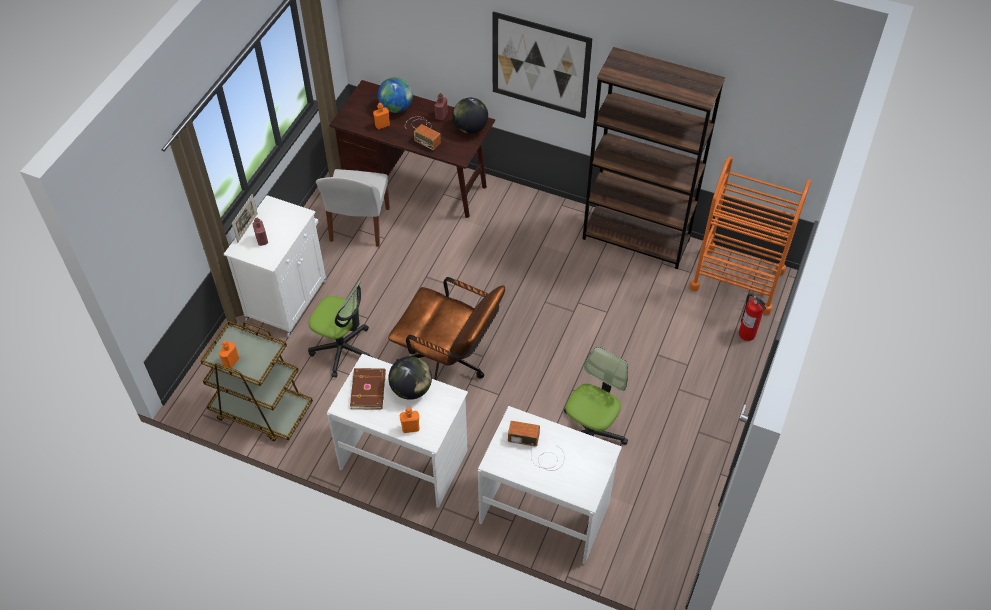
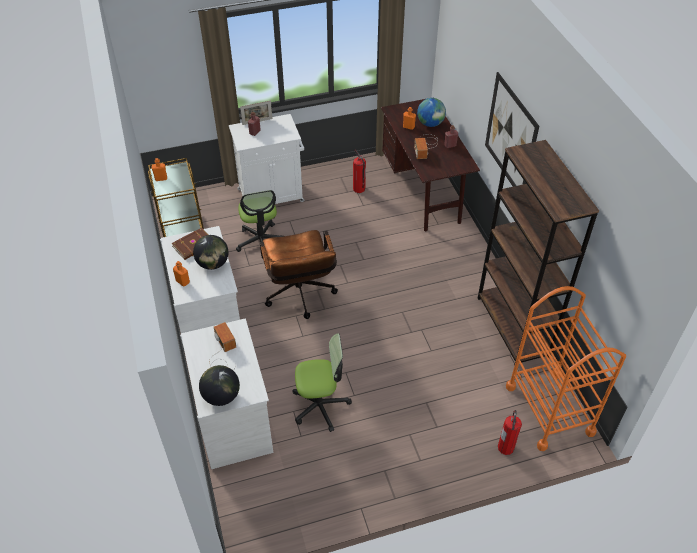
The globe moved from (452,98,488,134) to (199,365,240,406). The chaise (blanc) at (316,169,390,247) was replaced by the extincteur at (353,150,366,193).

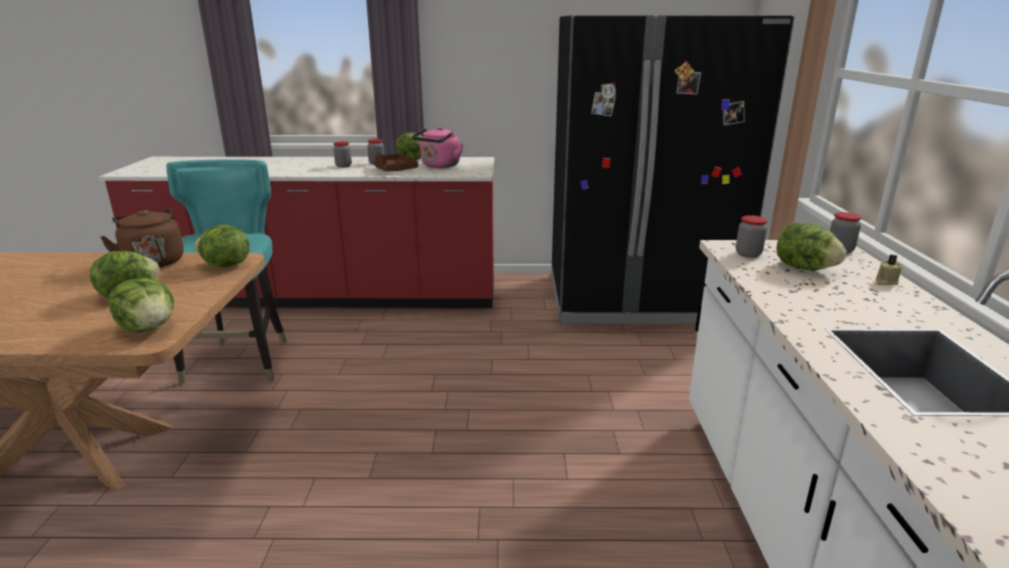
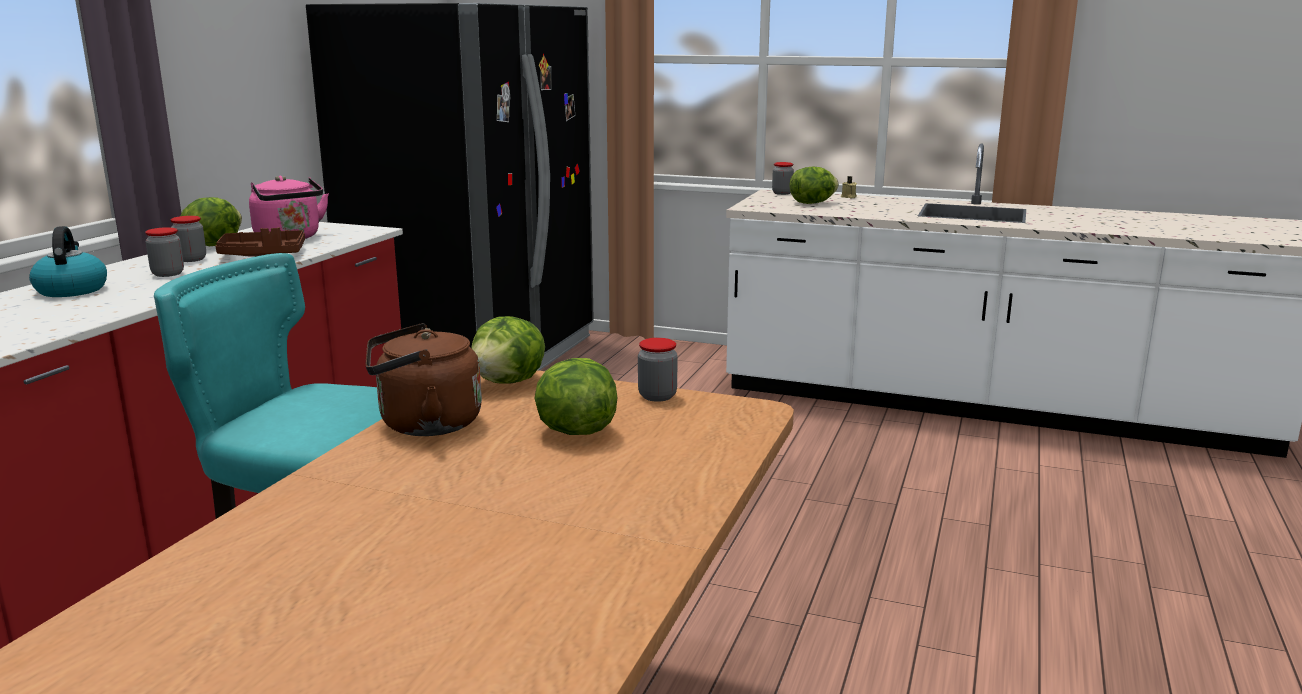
The laitue at (108,278,174,333) disappeared. The bouilloire at (29,226,107,297) appeared. The bocal moved from (736,215,767,258) to (638,338,678,402).

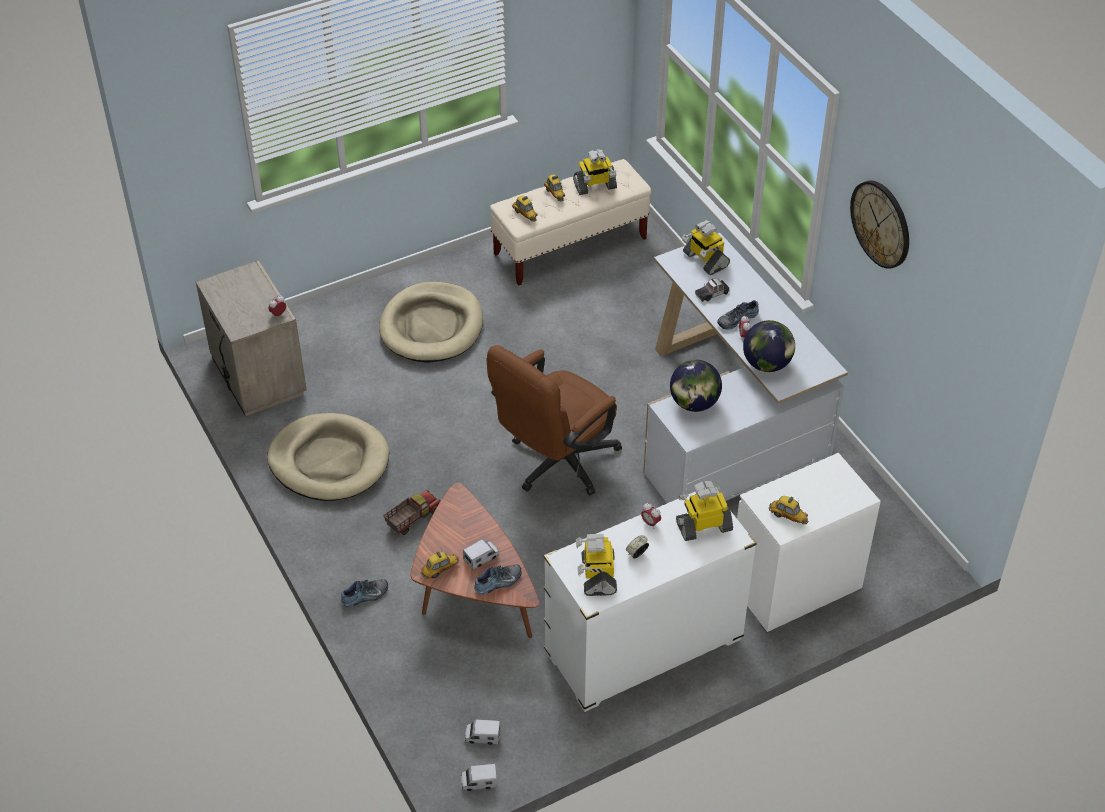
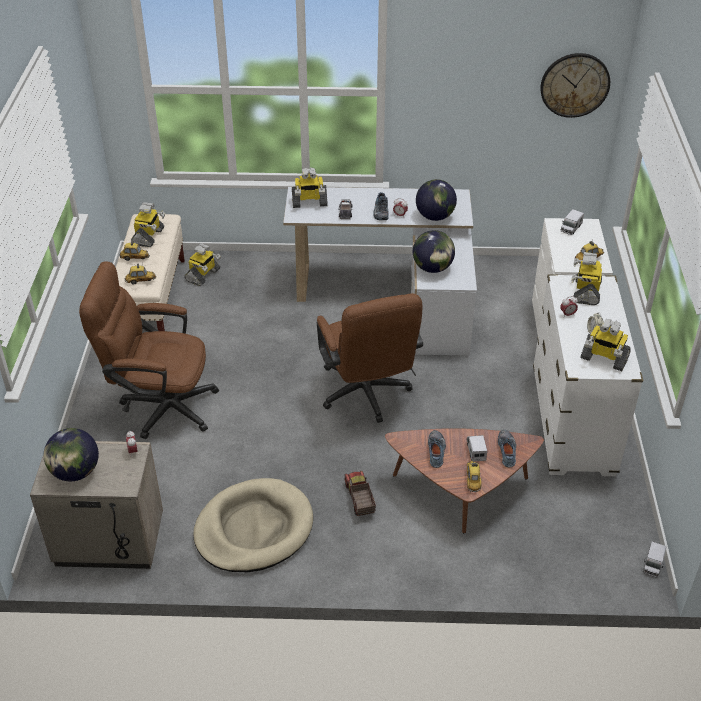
The globe at (44,428,99,481) appeared. The robot jouet at (185,243,221,286) appeared. The chaussure moved from (341,579,388,607) to (428,430,446,468). The camion jouet moved from (465,719,500,745) to (560,209,584,235). The horloge murale moved from (850,180,909,269) to (540,53,610,118). The panier pour chien (beige) at (379,282,483,363) was replaced by the chaise de bureau (marron) at (79,261,219,439).

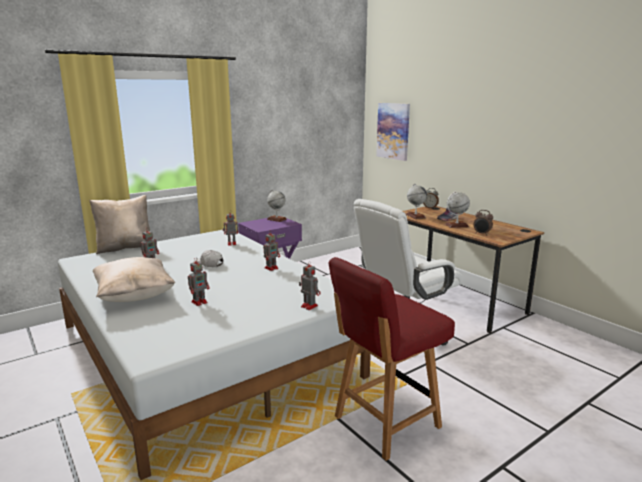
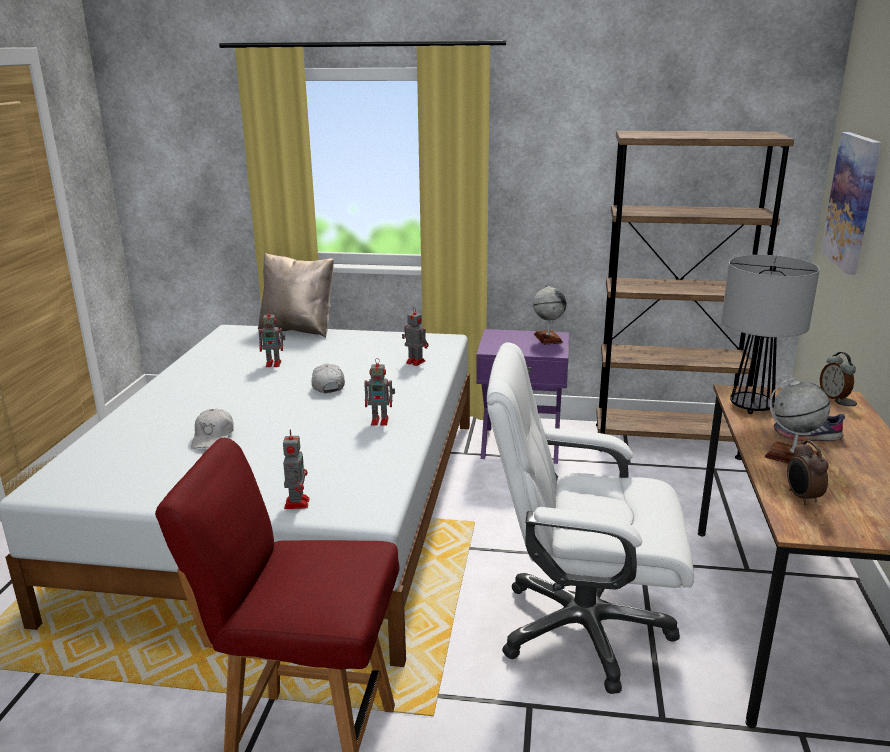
The coussin (beige) at (93,257,176,302) disappeared. The bibliothèque (marron) at (596,131,794,460) appeared. The robot jouet at (188,257,210,306) was replaced by the casquette (blanc) at (191,409,234,449). The globe at (406,184,427,219) was replaced by the lampe de table at (721,255,820,414).

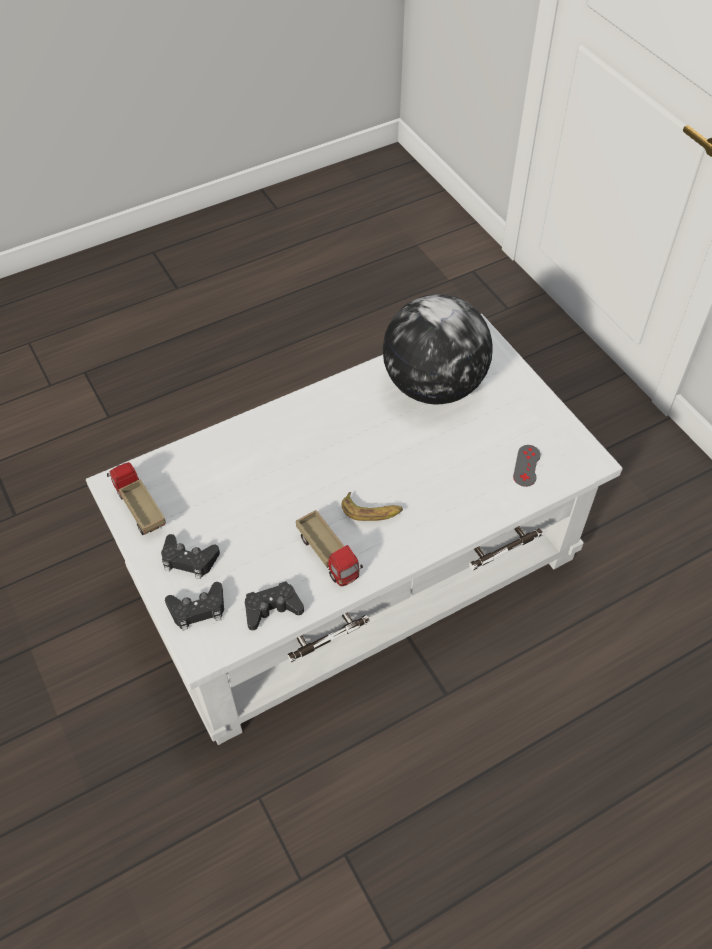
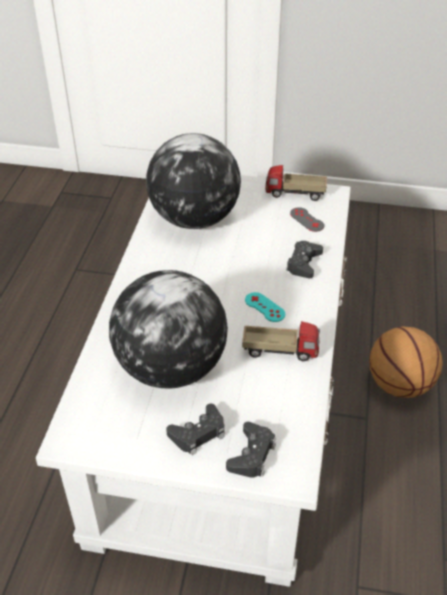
The globe at (109,270,228,389) appeared. The ballon de basket at (369,326,443,398) appeared. The camion jouet moved from (107,462,166,535) to (265,165,327,201). The manette (noir) moved from (245,581,304,630) to (286,241,323,278). The banane at (341,492,403,521) was replaced by the manette (turquoise) at (245,292,285,322).

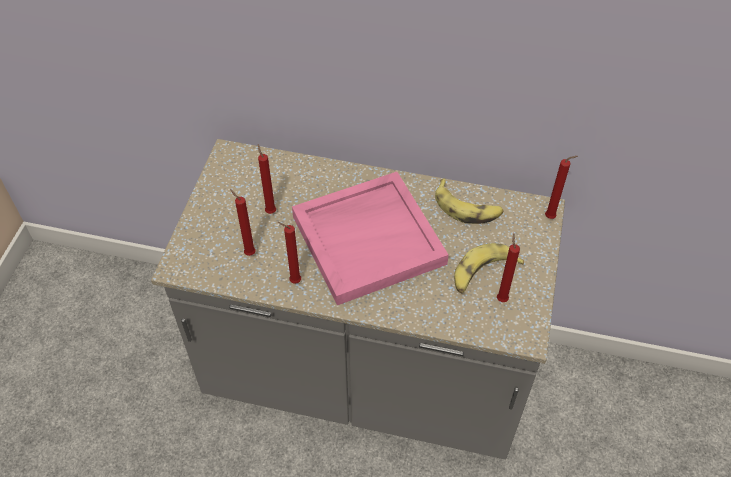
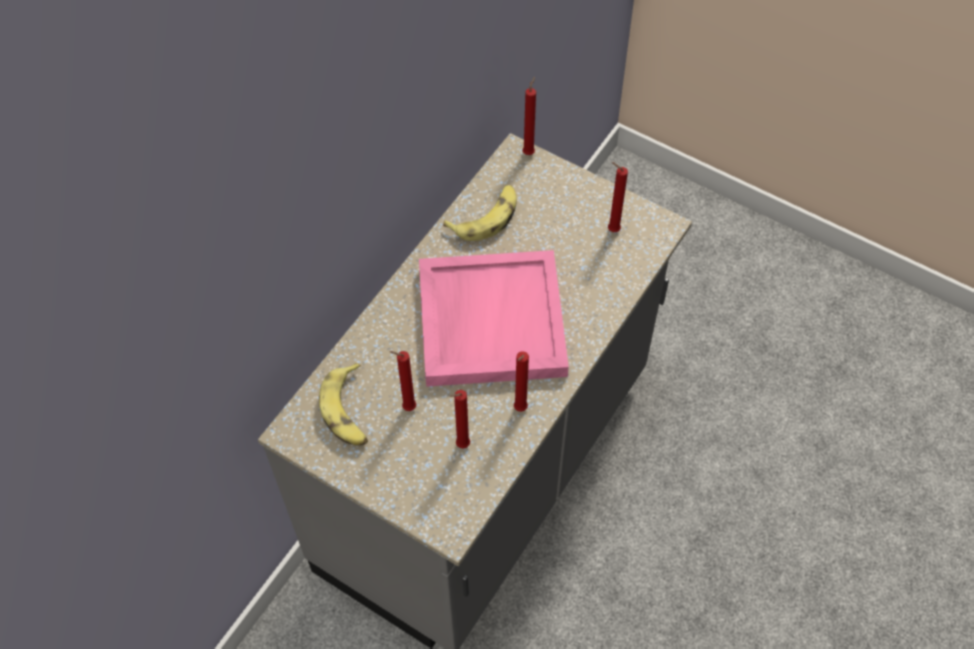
The banane moved from (454,243,524,293) to (319,363,368,445).

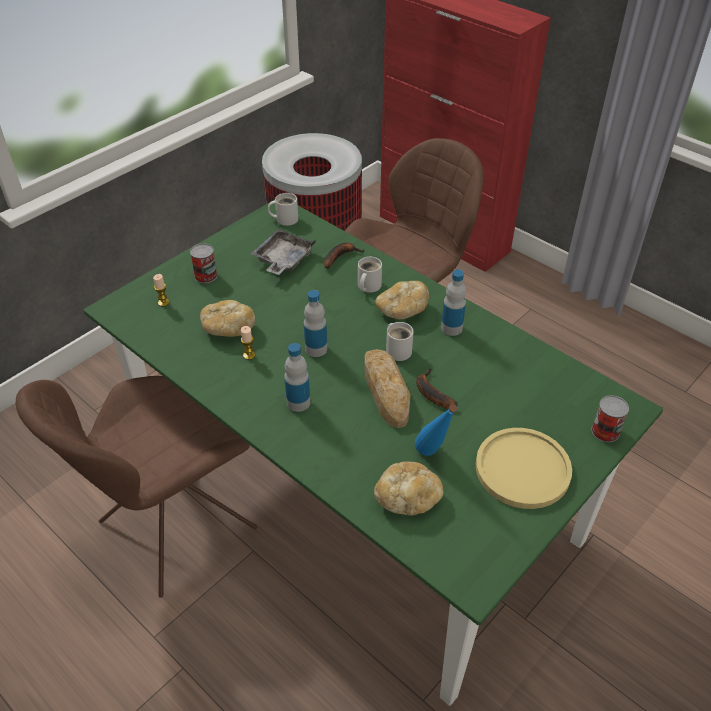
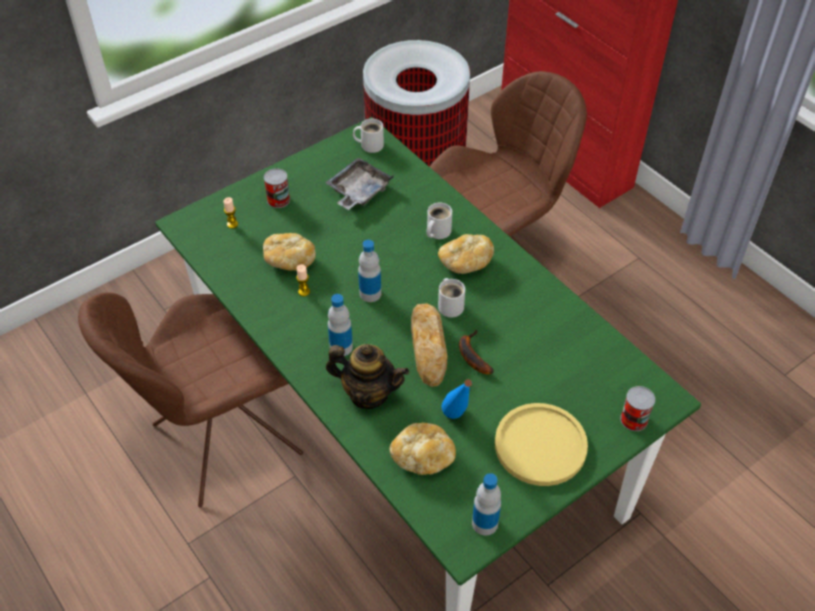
The banane at (324,243,364,269) disappeared. The théière at (326,344,409,409) appeared. The bouteille moved from (441,269,466,336) to (472,473,501,535).

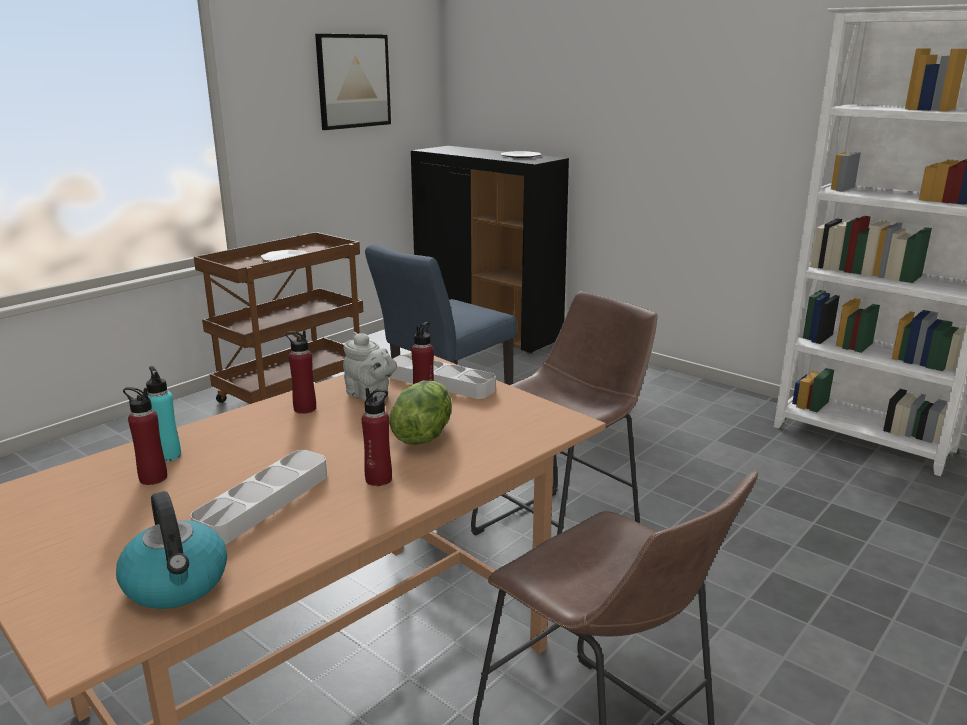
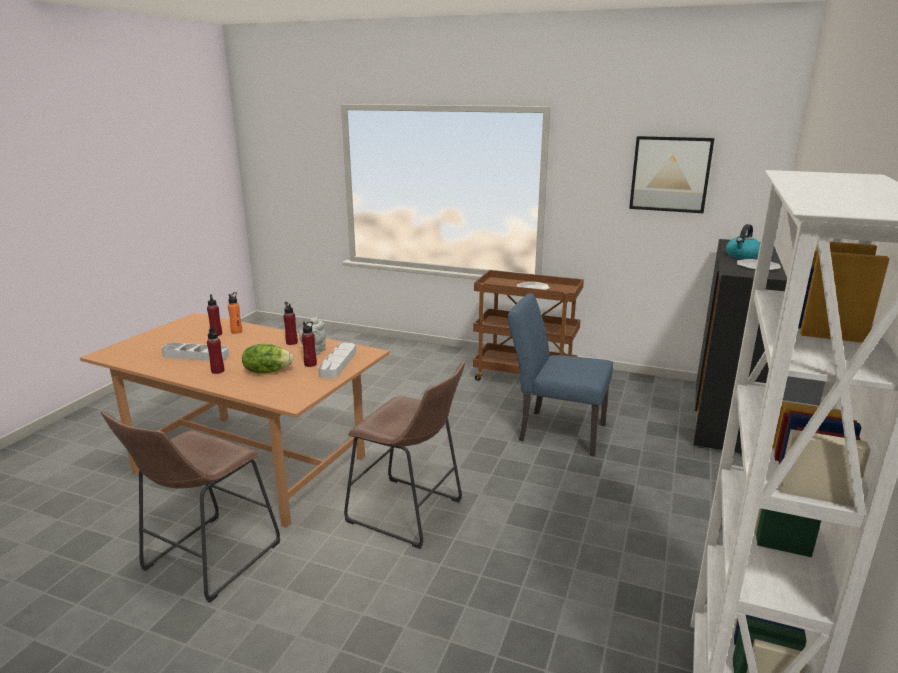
The bouilloire moved from (116,491,227,609) to (726,224,760,259). The bouteille (turquoise) at (146,366,181,462) became the bouteille (orange) at (228,292,242,334).

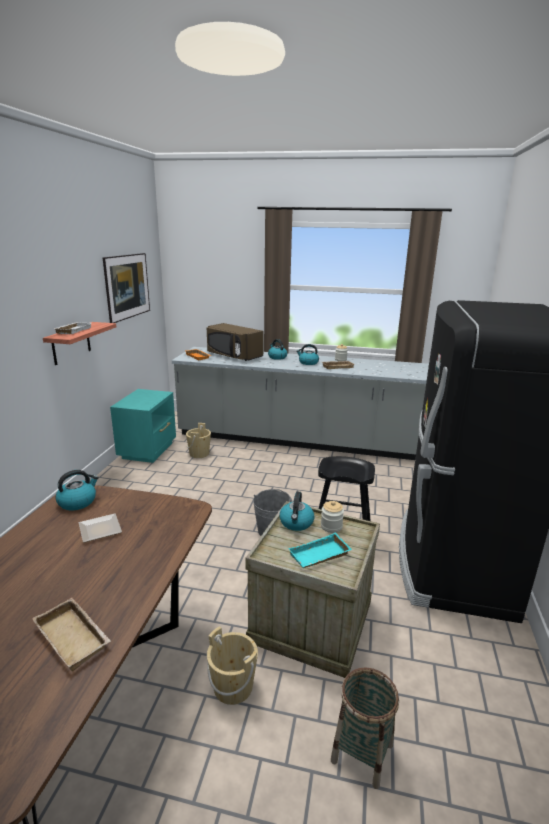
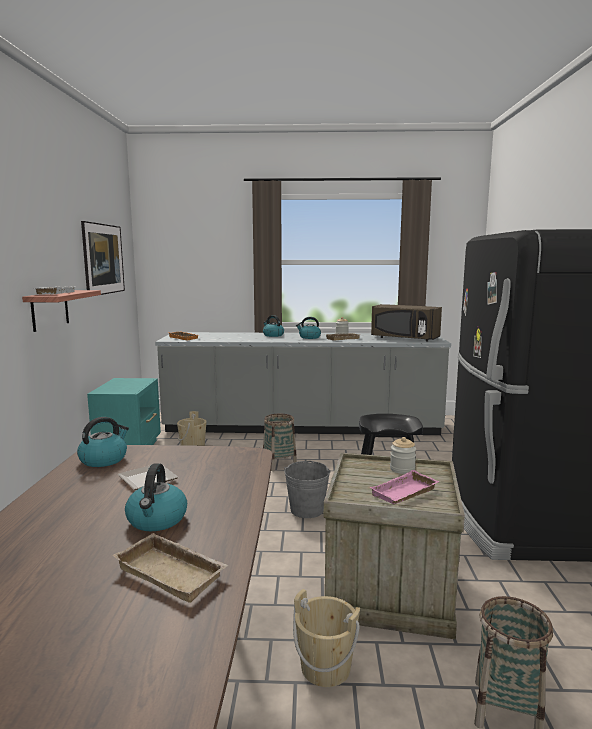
The panier at (263,414,297,471) appeared. The micro-ondes (marron) moved from (207,323,264,361) to (371,304,442,341). The bouilloire moved from (279,491,314,531) to (125,463,187,531). The plateau (turquoise) at (288,532,352,568) became the plateau (rose) at (369,470,439,504).

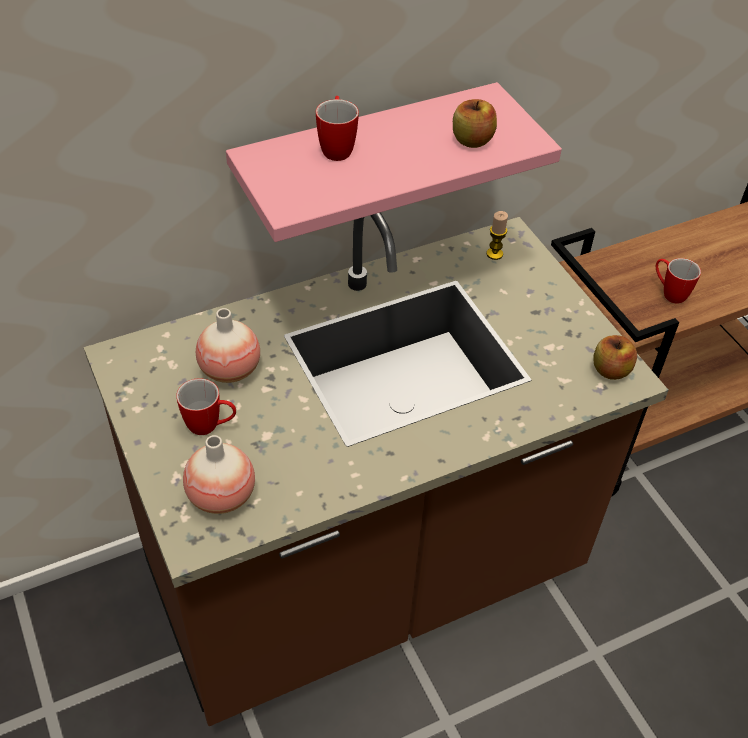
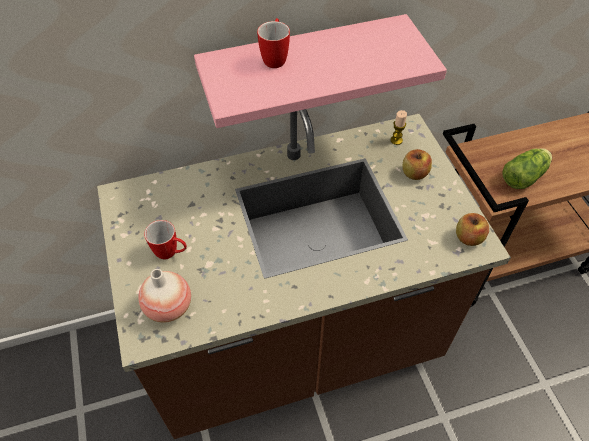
The vase at (196,308,260,383) disappeared. The pomme moved from (453,99,497,148) to (402,149,432,180). The mug at (656,258,701,304) was replaced by the laitue at (502,148,552,189).

